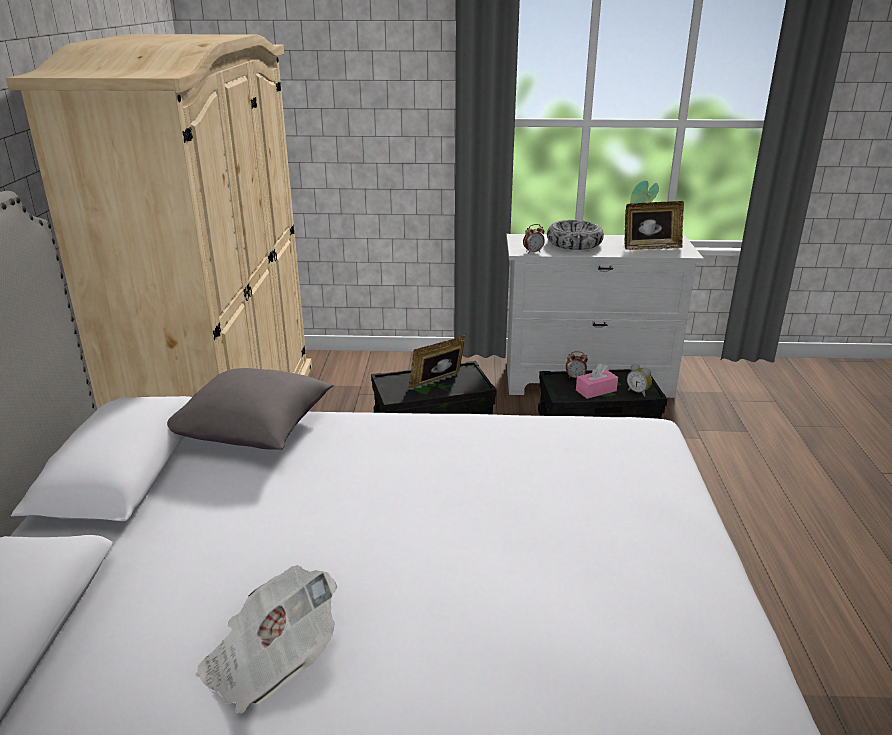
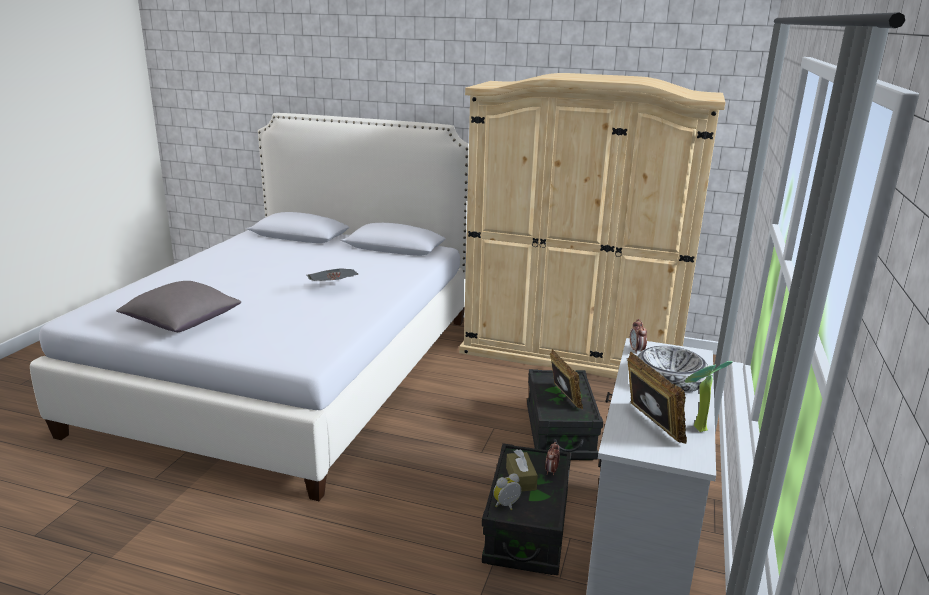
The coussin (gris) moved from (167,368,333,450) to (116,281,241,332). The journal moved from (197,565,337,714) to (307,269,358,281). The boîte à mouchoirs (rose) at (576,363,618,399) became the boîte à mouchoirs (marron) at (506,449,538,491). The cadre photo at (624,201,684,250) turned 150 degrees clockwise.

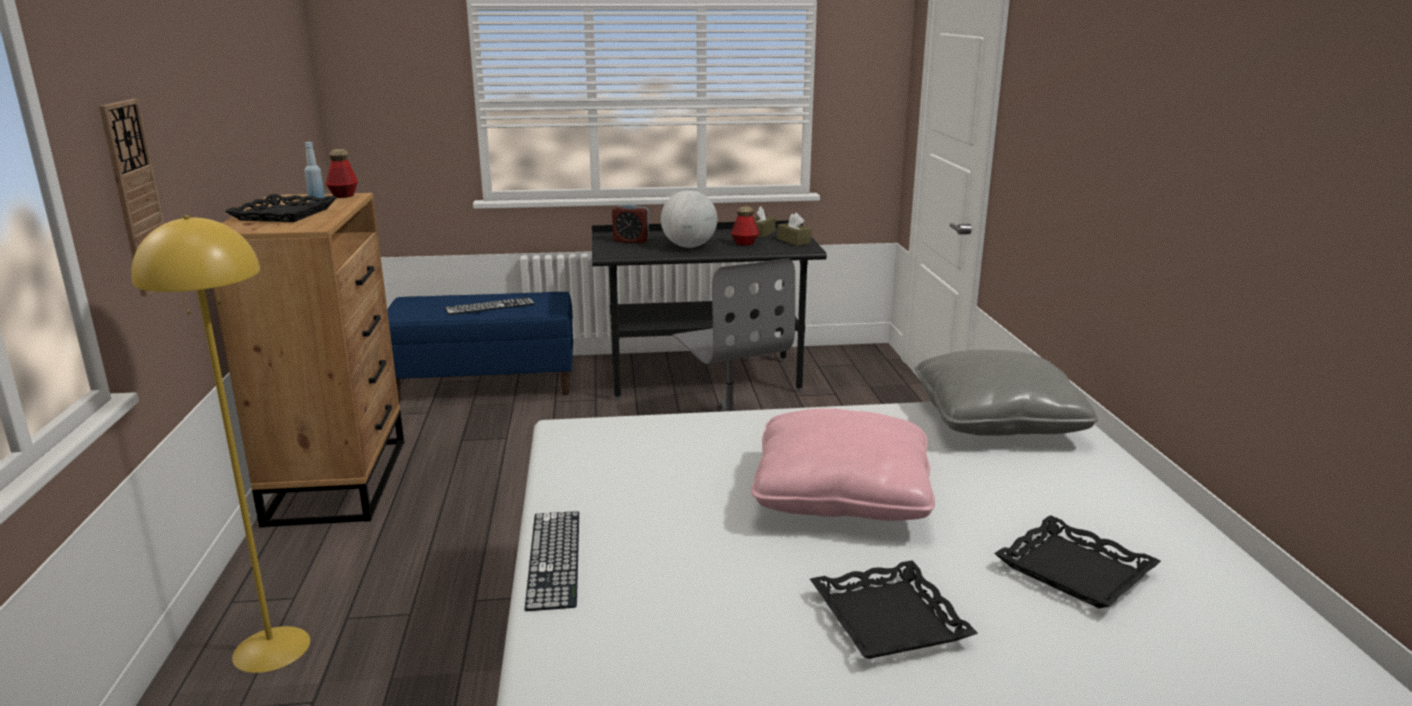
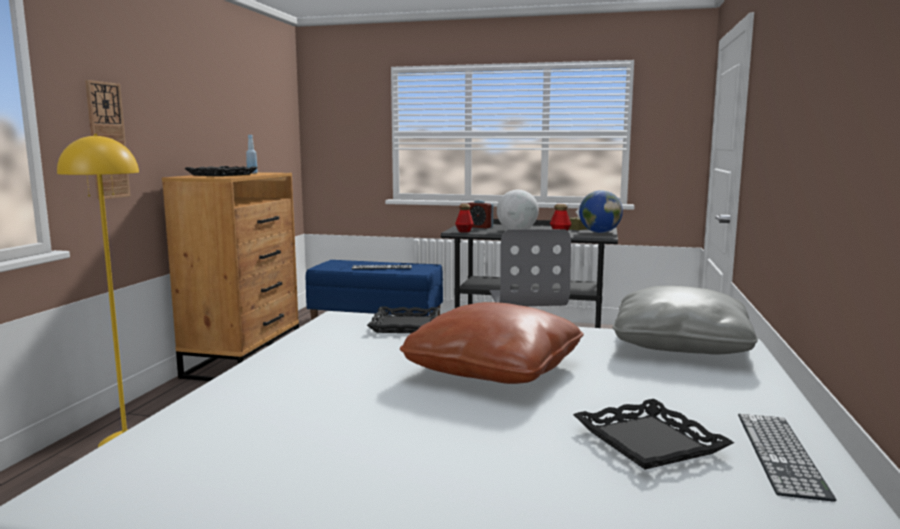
The bouteille moved from (326,149,358,198) to (455,203,474,233). The clavier moved from (525,511,579,611) to (738,414,836,502). The plateau (noir) moved from (810,560,978,659) to (367,306,440,333). The boîte à mouchoirs (marron) at (777,213,812,246) was replaced by the globe at (579,190,623,233). The coussin (rose) at (751,408,935,521) became the coussin (marron) at (400,302,584,384).

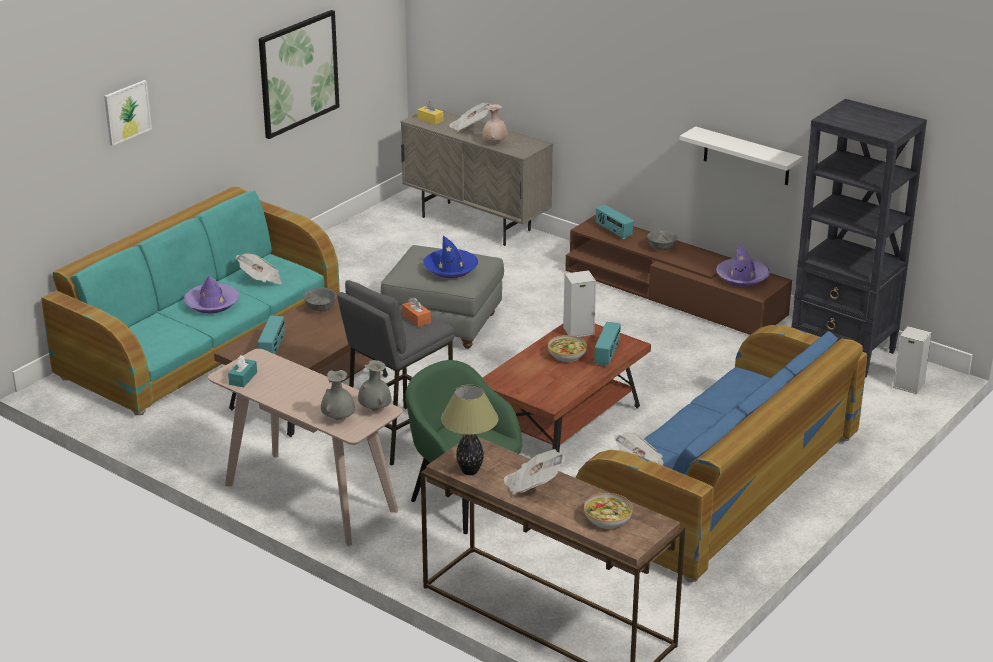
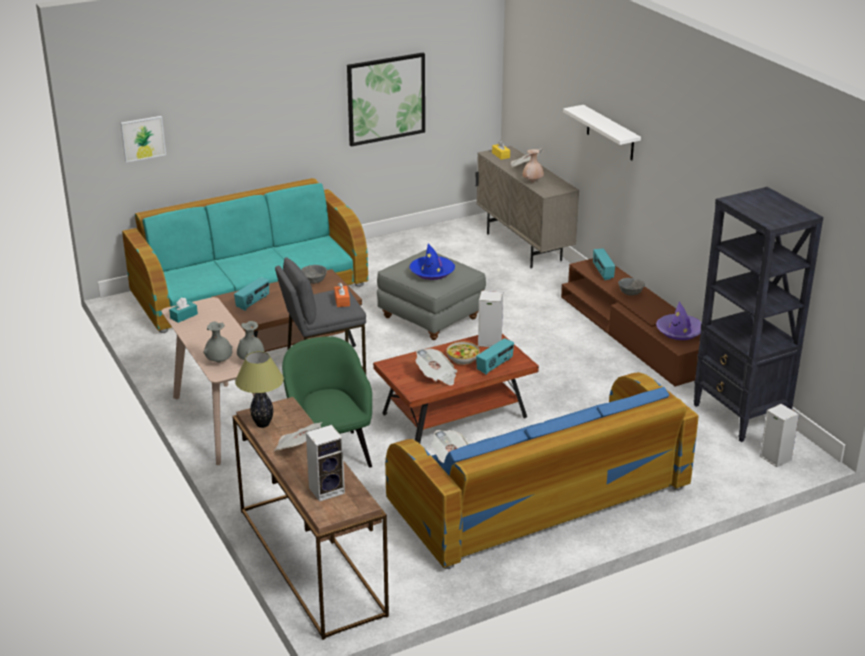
The chapeau (violet) at (184,276,239,314) disappeared. The tableau moved from (104,80,152,146) to (121,116,166,162). The journal moved from (236,253,282,284) to (416,348,457,386). The étagère (blanc) moved from (680,126,802,185) to (563,105,641,160). The bol at (584,493,633,529) was replaced by the enceinte at (306,425,345,502).

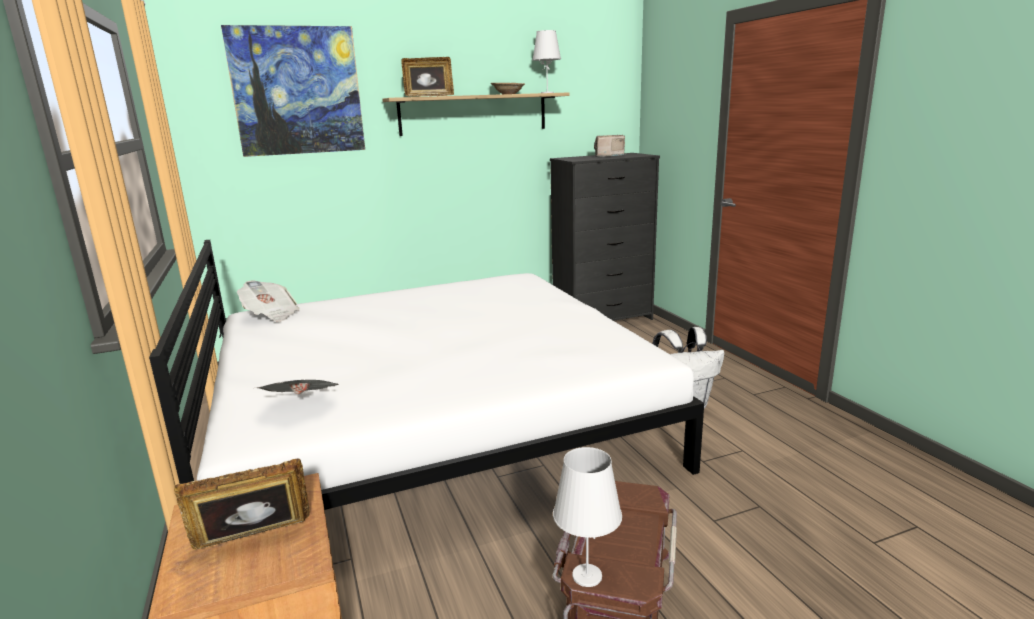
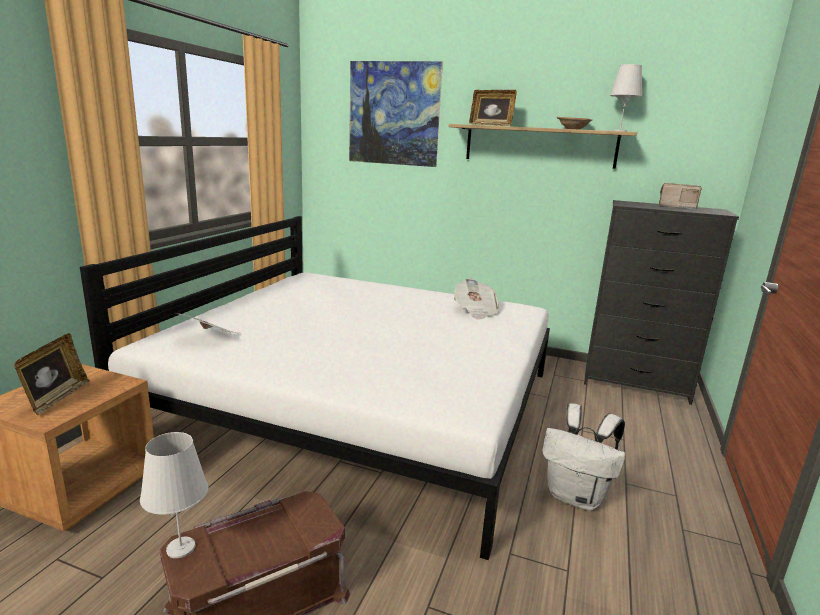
The journal moved from (237,280,300,322) to (454,278,499,320). The cadre photo at (174,459,310,549) turned 75 degrees clockwise.

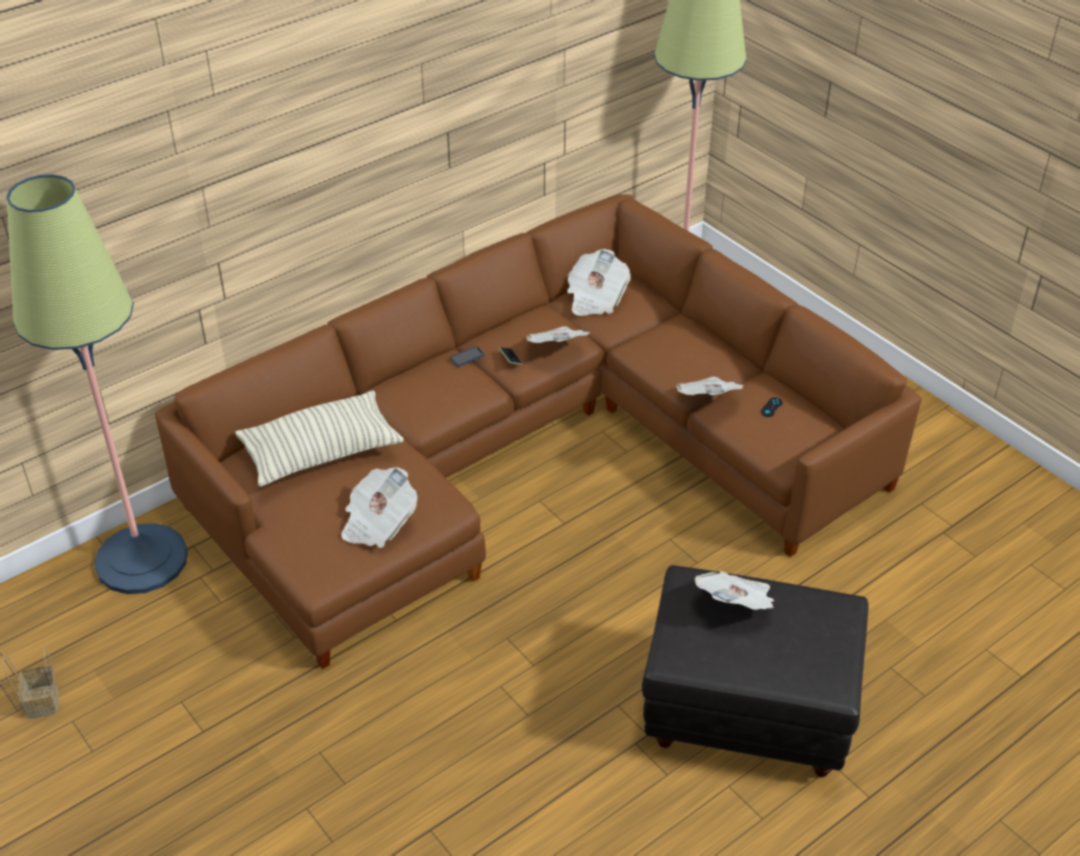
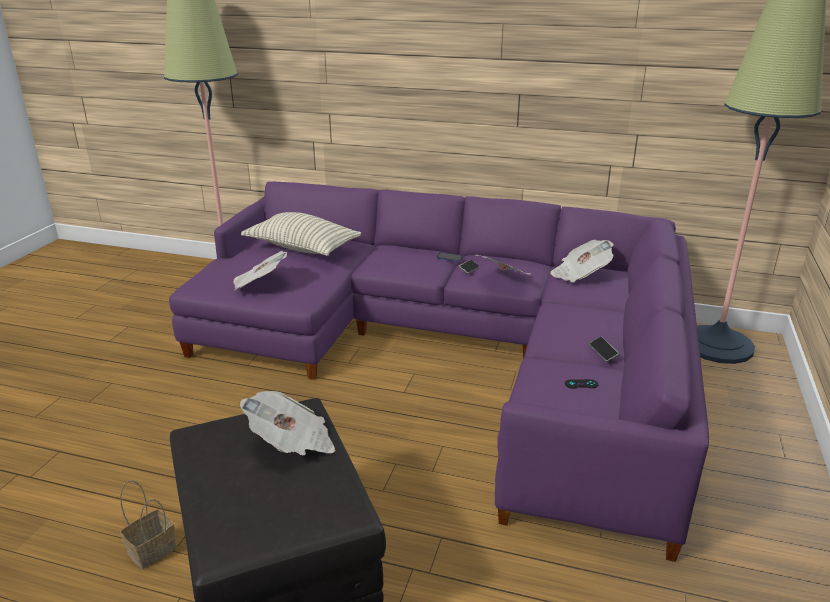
The journal at (676,377,744,395) disappeared. The téléphone at (589,337,619,361) appeared. The panier moved from (3,648,58,719) to (120,480,177,569). The canapé (marron) at (155,194,922,669) became the canapé (violet) at (169,182,709,562).

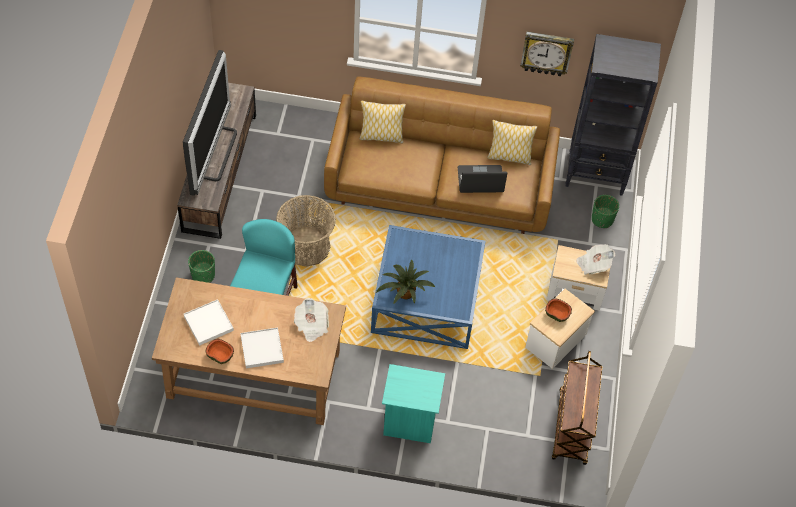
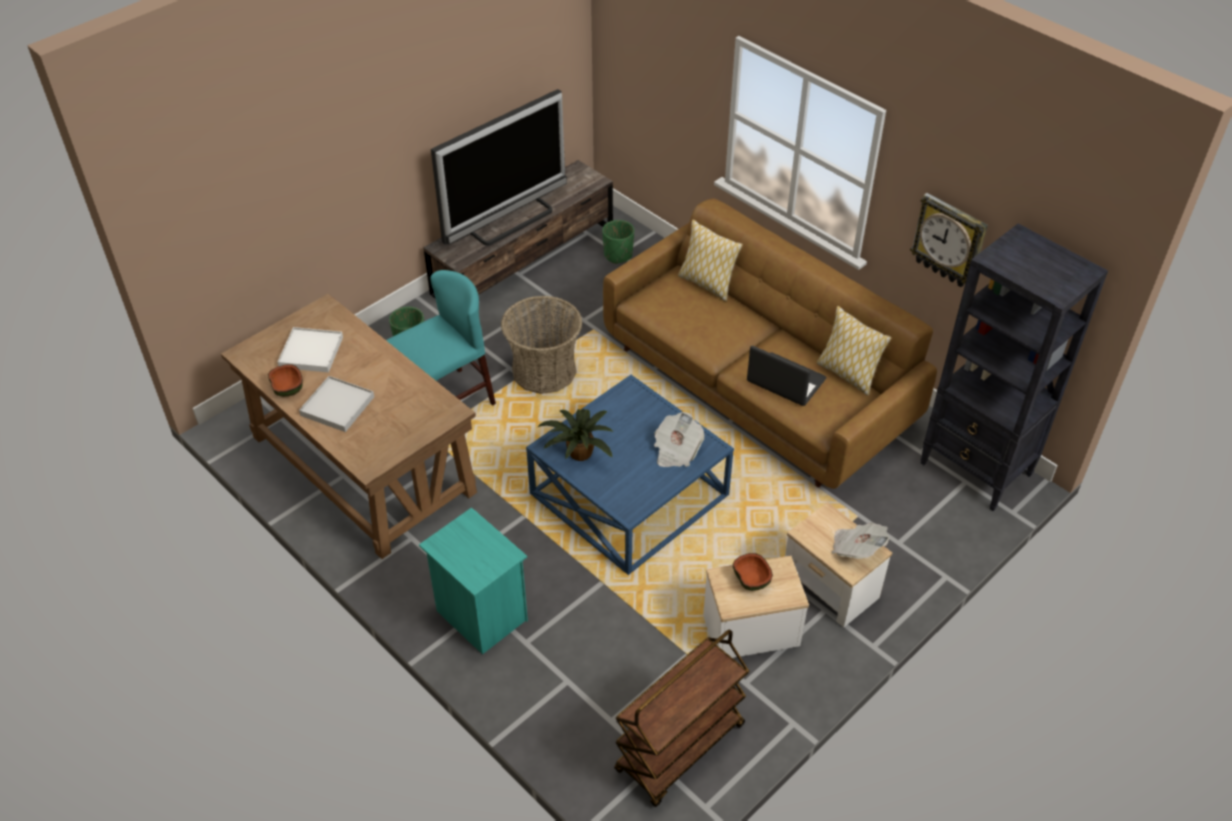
The journal moved from (294,298,329,342) to (654,412,705,467). The cache-pot (vert) moved from (592,195,619,228) to (602,220,634,264).

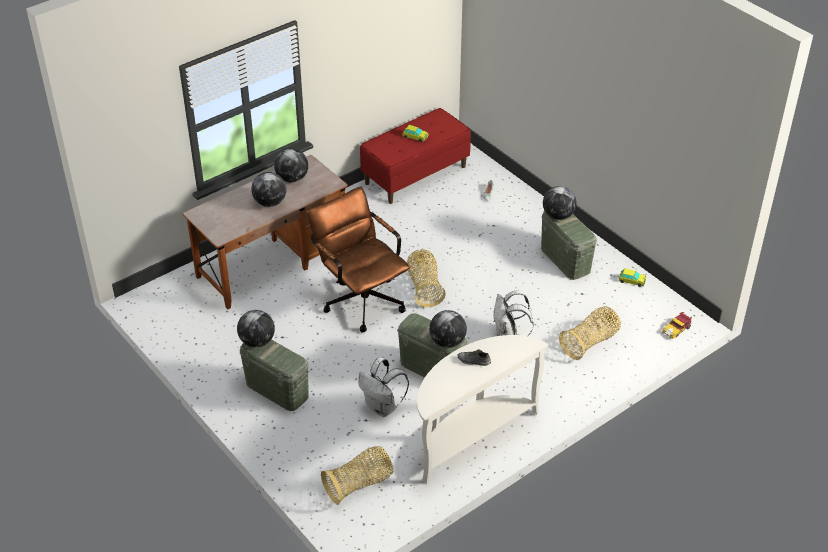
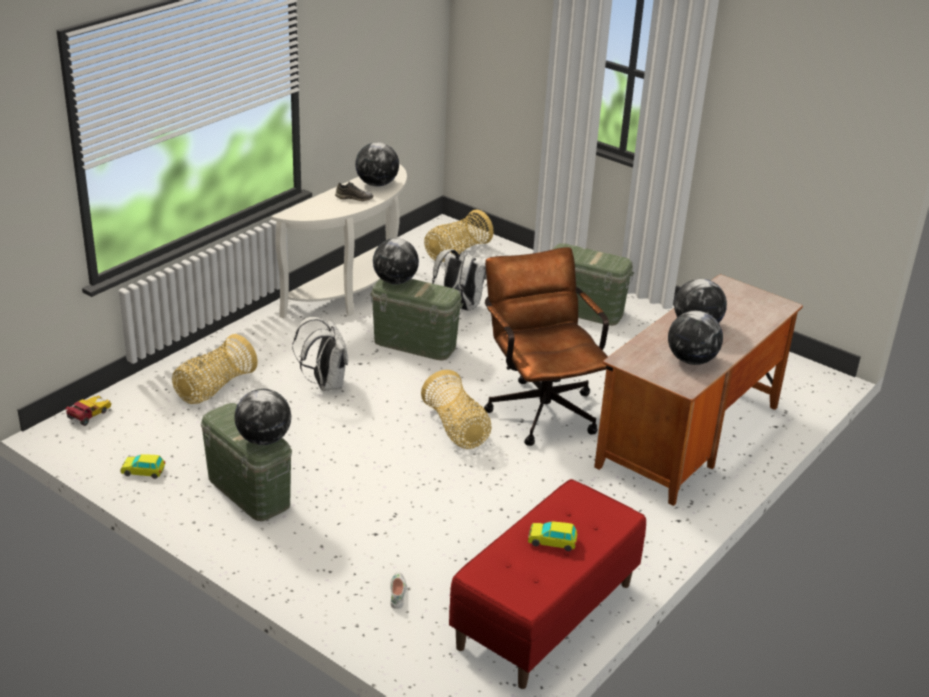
The globe moved from (237,310,275,347) to (355,142,399,187). The chaise de bureau (marron) at (307,187,410,333) turned 150 degrees counterclockwise.

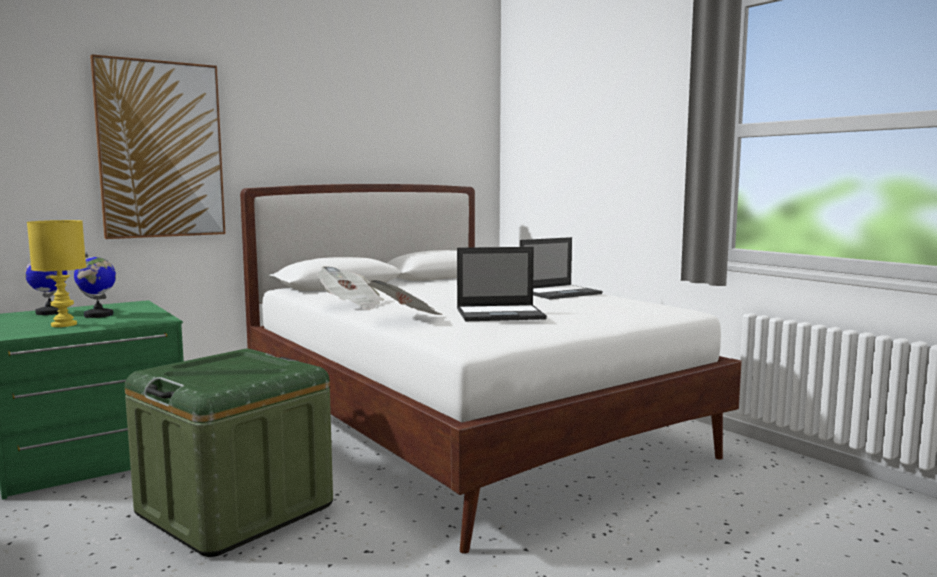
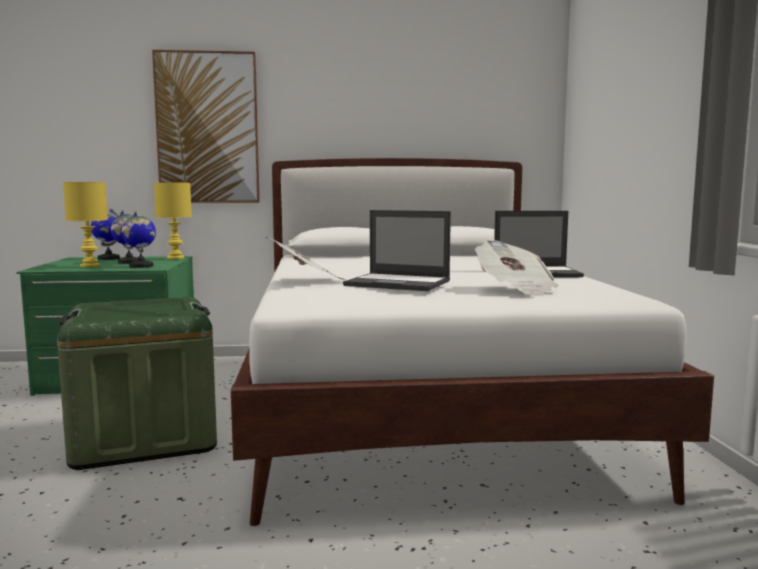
The globe at (122,211,156,268) appeared. The lampe de table (jaune) at (154,183,192,259) appeared. The journal moved from (317,266,384,310) to (475,240,558,296).

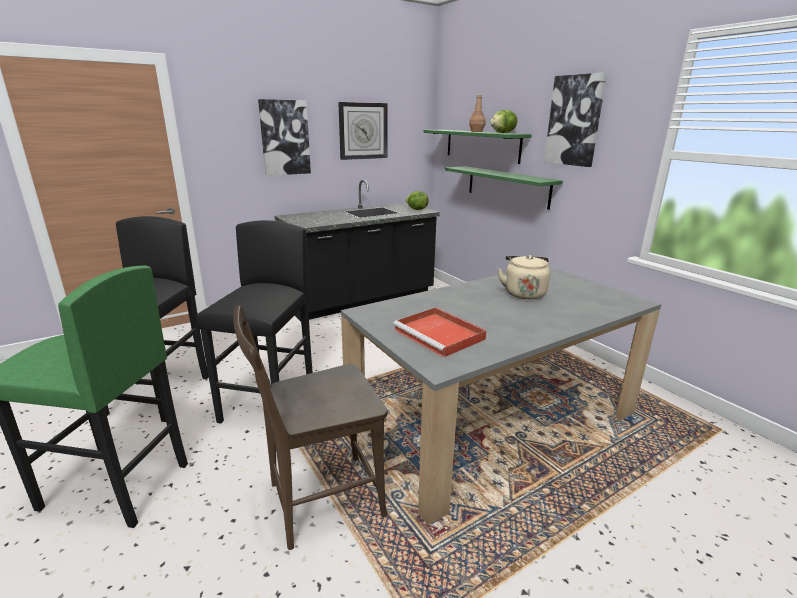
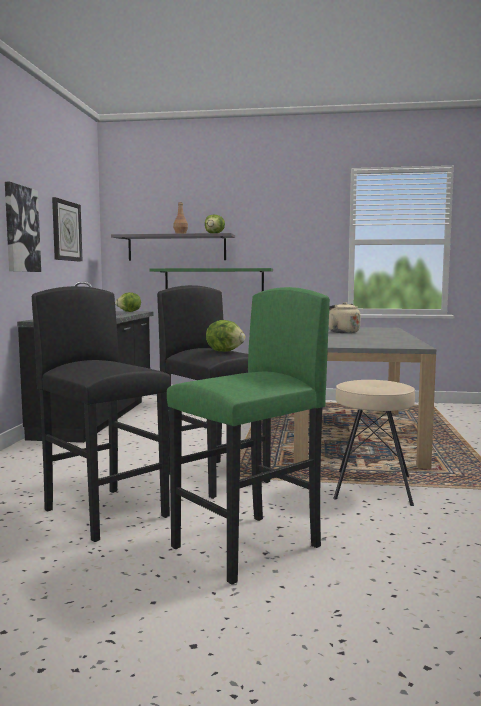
The plateau (rouge) at (393,308,487,357) disappeared. The tableau at (544,72,607,167) disappeared. The laitue at (206,320,245,352) appeared. The chaise (marron) at (233,306,388,550) was replaced by the tabouret (beige) at (333,380,415,506). The étagère (vert) at (423,130,532,164) became the étagère (gris) at (111,233,235,261).

